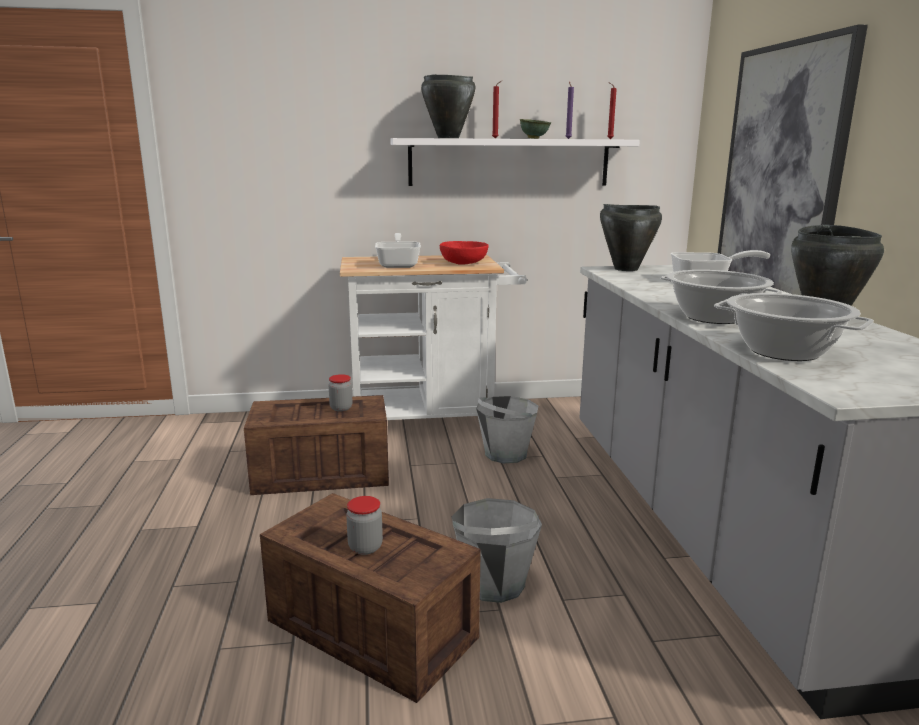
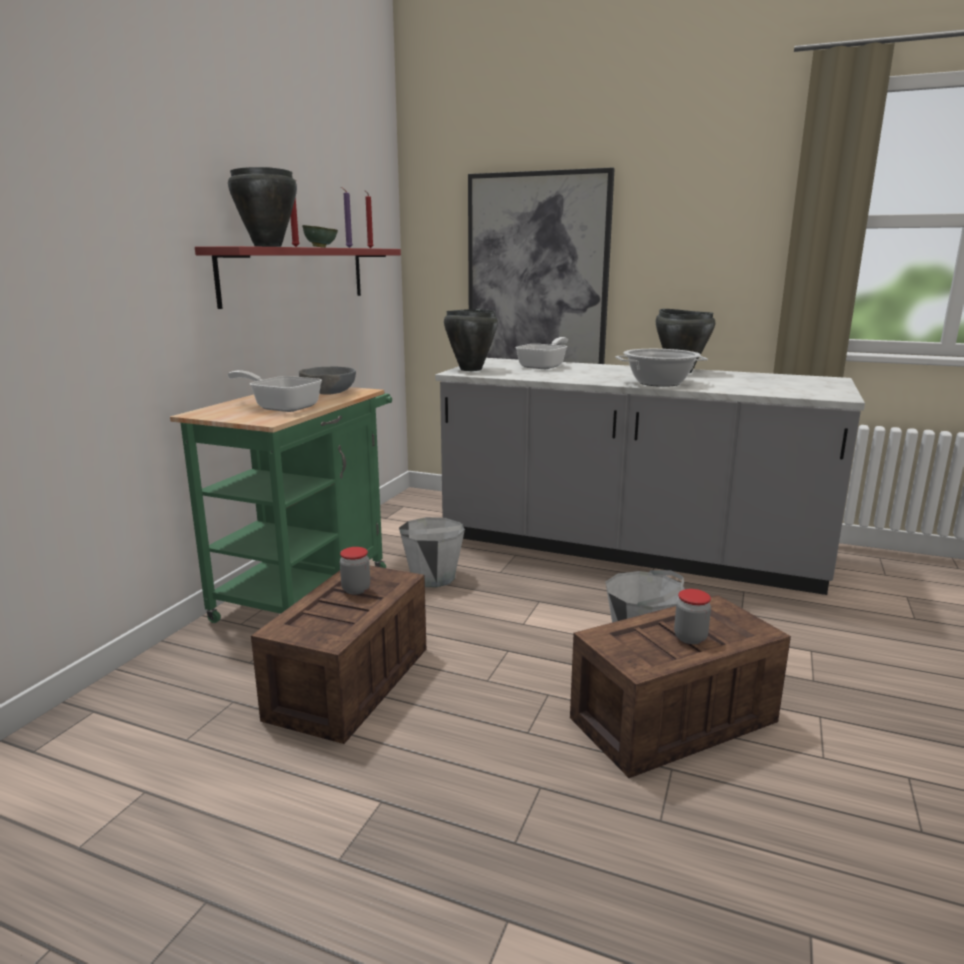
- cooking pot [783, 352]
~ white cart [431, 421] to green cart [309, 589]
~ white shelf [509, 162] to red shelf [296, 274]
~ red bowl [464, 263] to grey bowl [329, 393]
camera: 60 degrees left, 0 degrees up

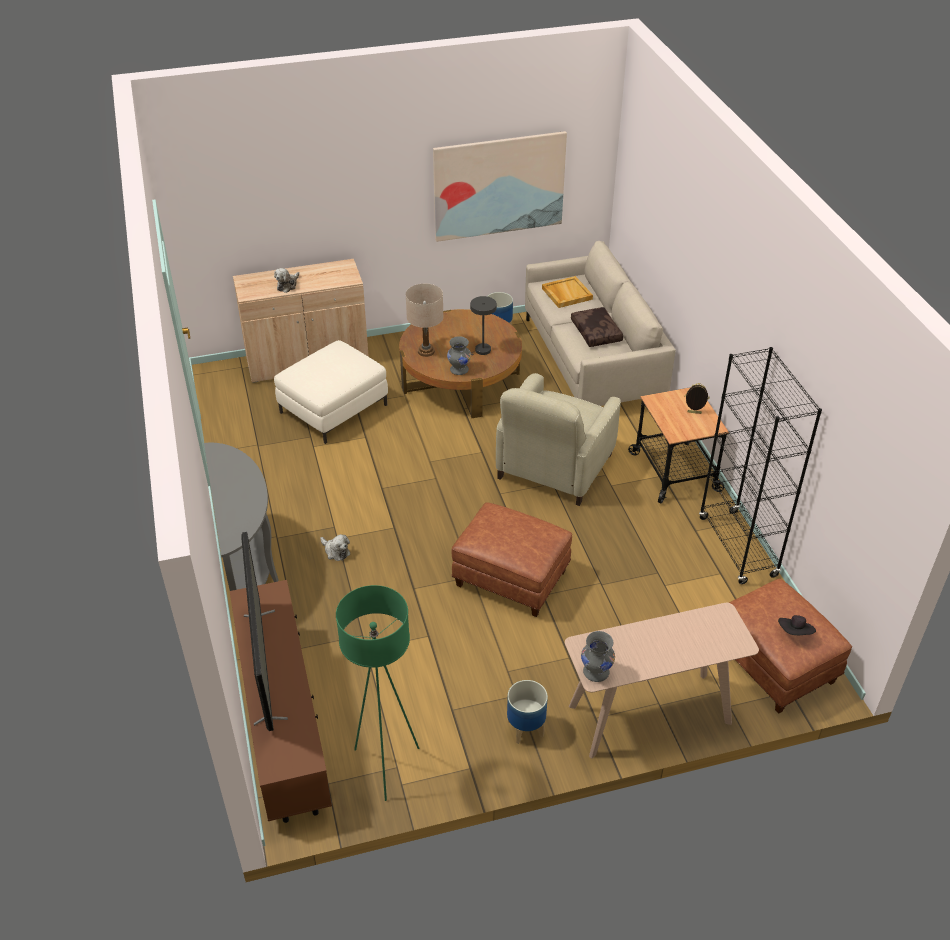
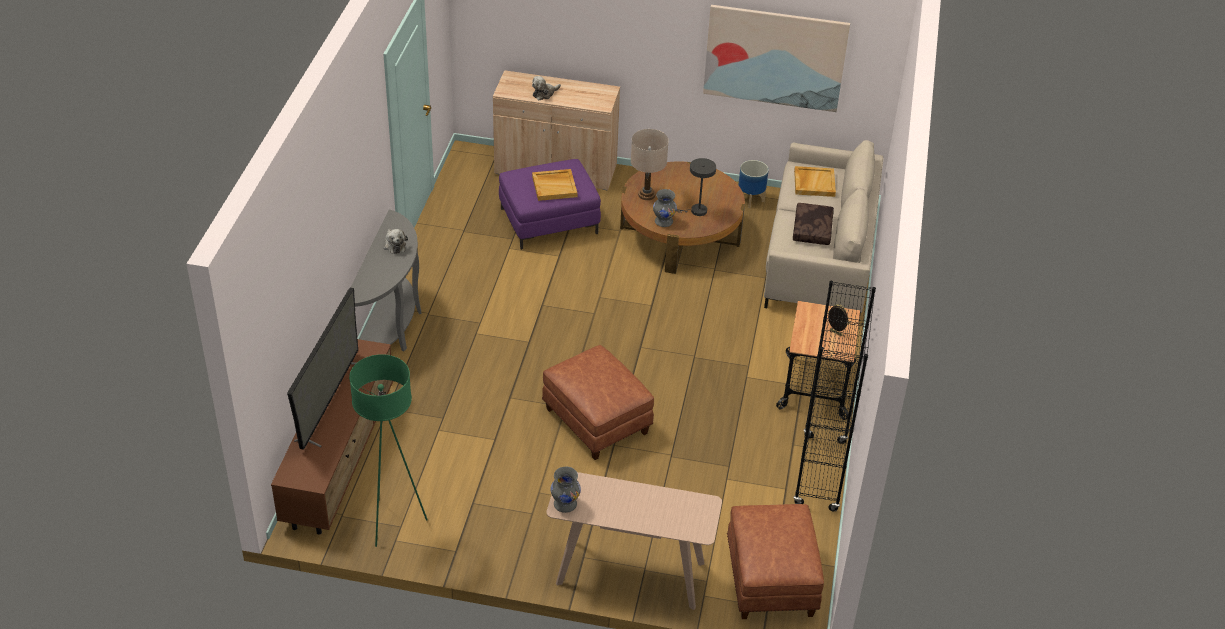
- beige armchair [554, 467]
- planter [525, 729]
- black hat [795, 632]
+ beige tray [554, 186]
~ plush toy [336, 551] to [394, 245]
~ white ottoman [334, 408] to purple ottoman [549, 221]
camera: 25 degrees right, 0 degrees up

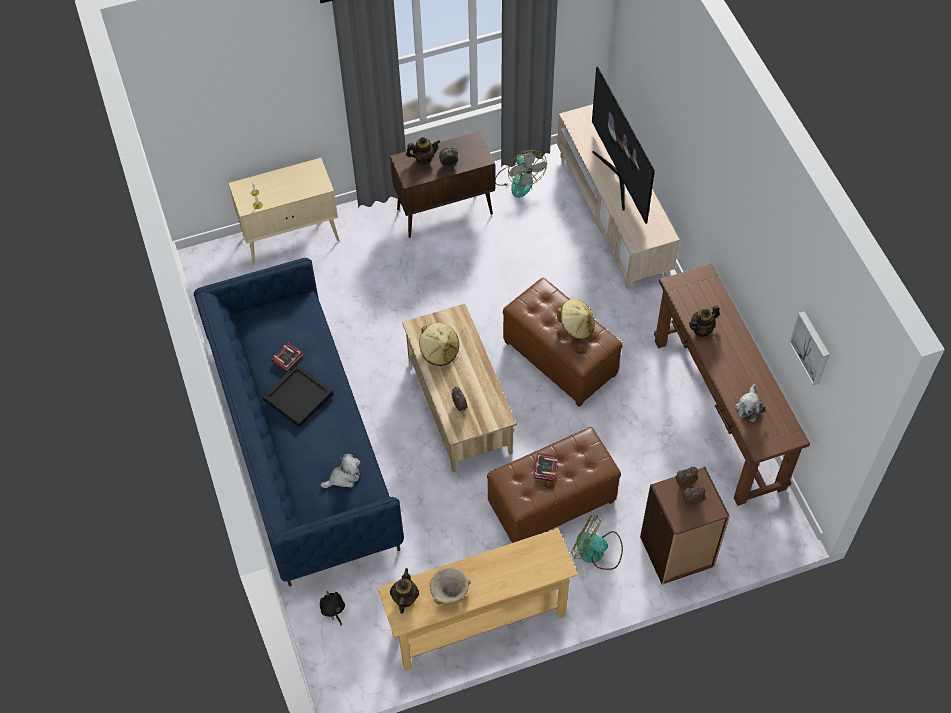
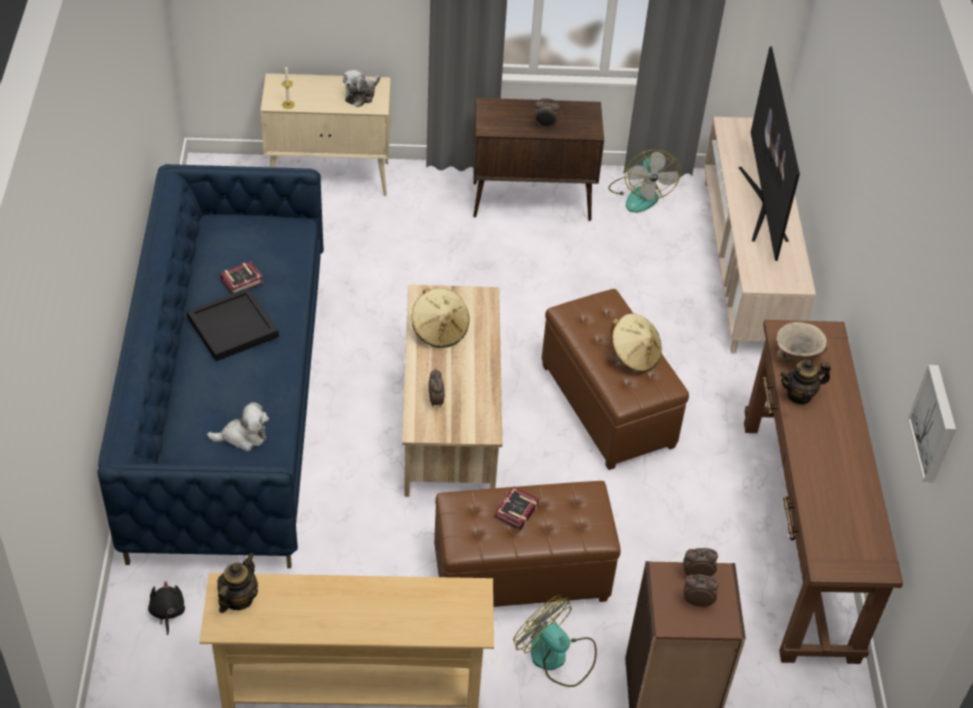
- teapot [423, 158]
~ beige bowl [449, 592] to [796, 356]
~ plush toy [749, 407] to [361, 94]
camera: 15 degrees right, 10 degrees down

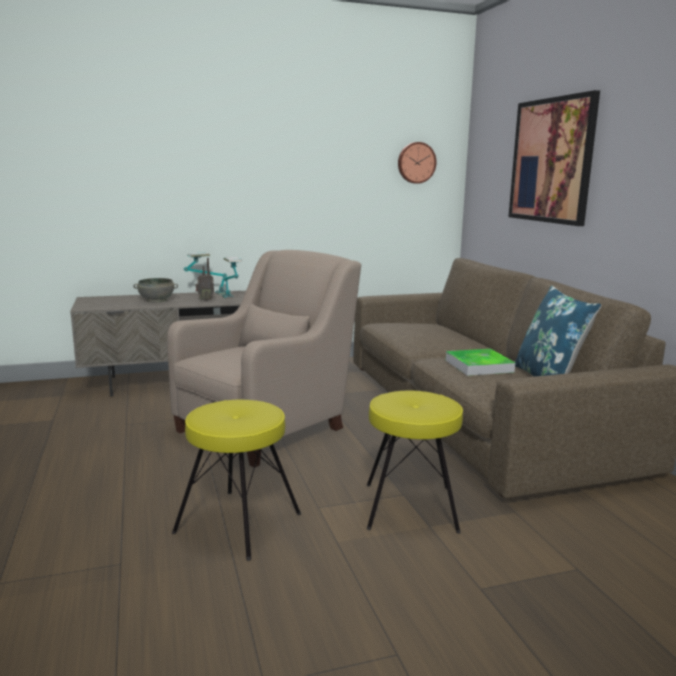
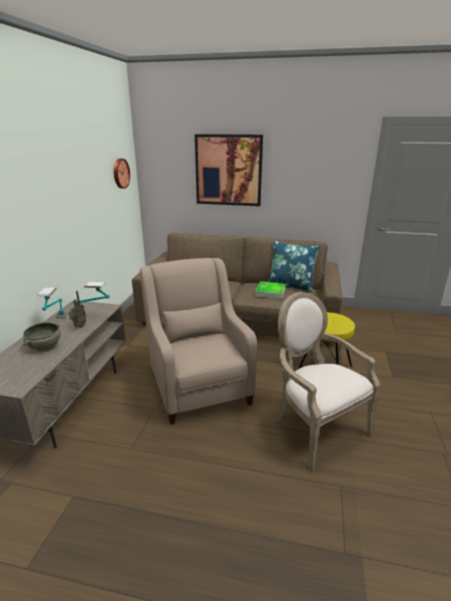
~ yellow stool [239, 523] to armchair [314, 427]
camera: 60 degrees left, 10 degrees up

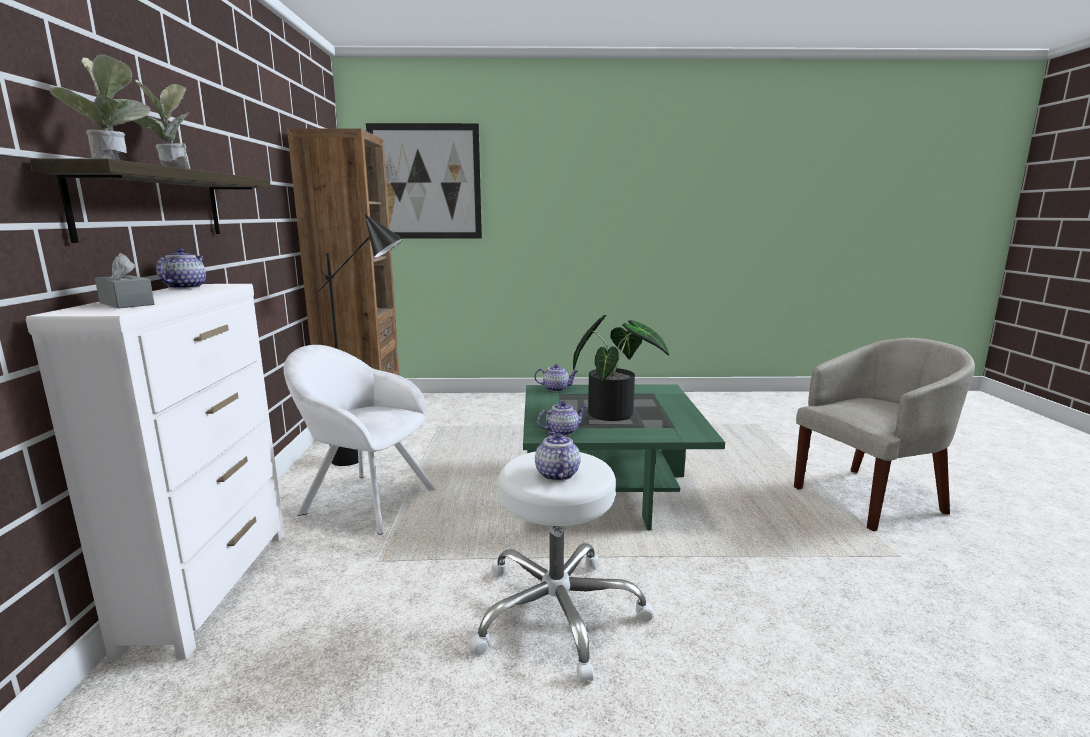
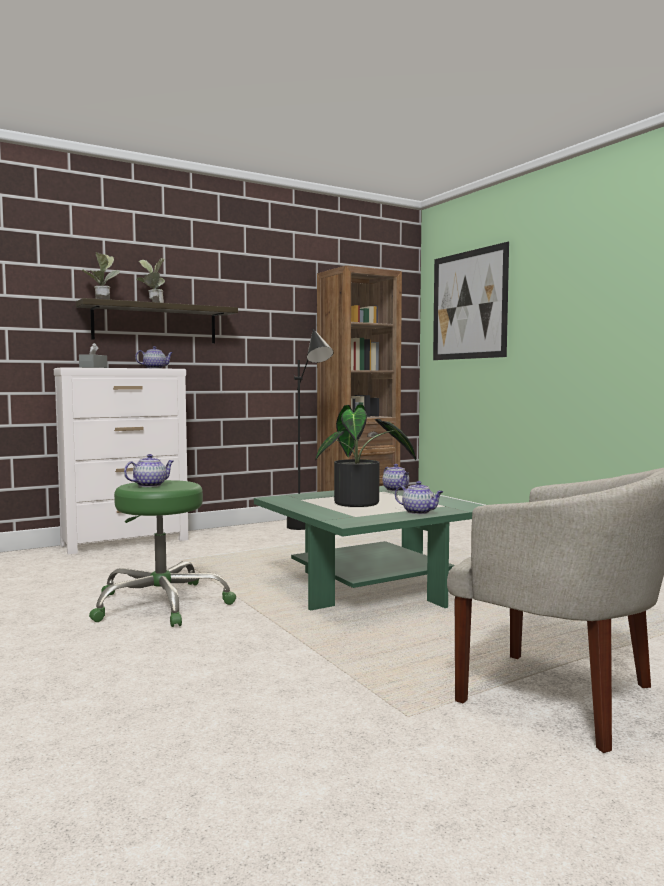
- white armchair [364, 500]
~ teapot [562, 431] to [419, 512]
~ white stool [557, 612] to green stool [161, 604]
camera: 60 degrees right, 10 degrees down

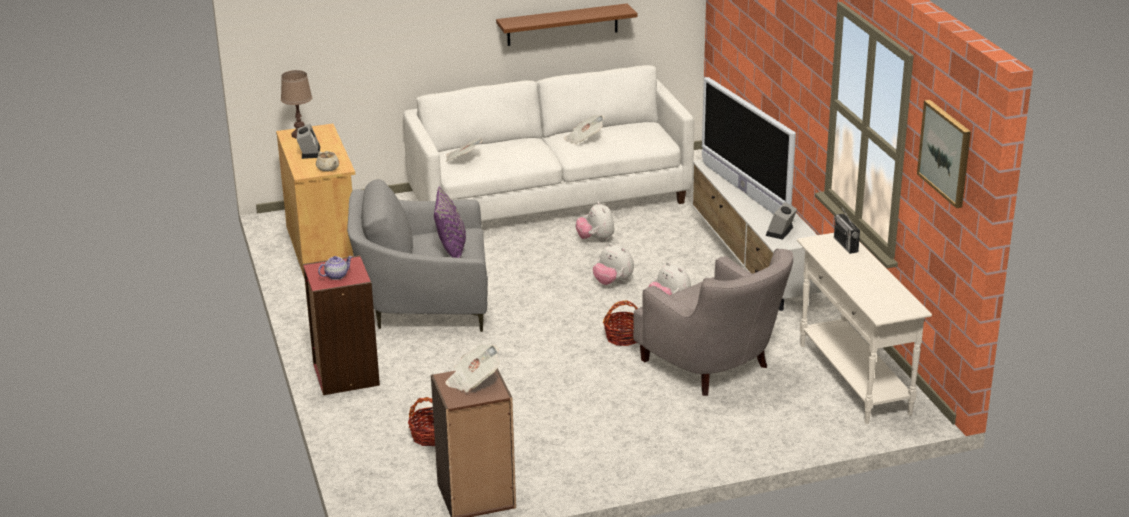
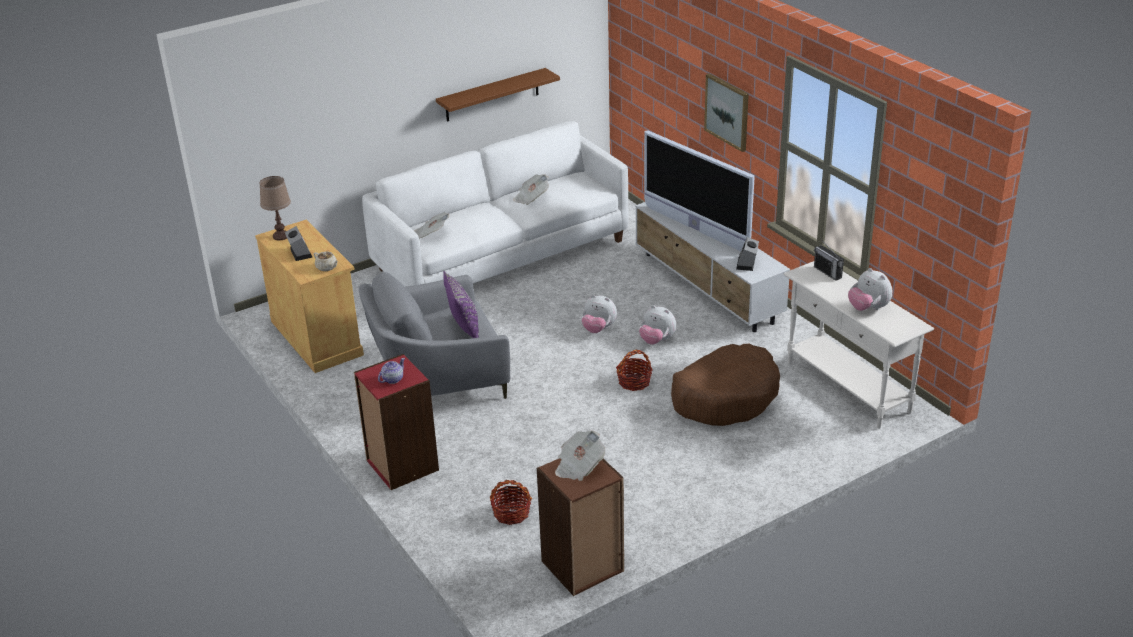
~ plush toy [596, 239] to [868, 308]
~ picture [945, 153] to [727, 111]
~ grey armchair [713, 367] to brown dog bed [725, 397]
camera: 15 degrees left, 5 degrees up

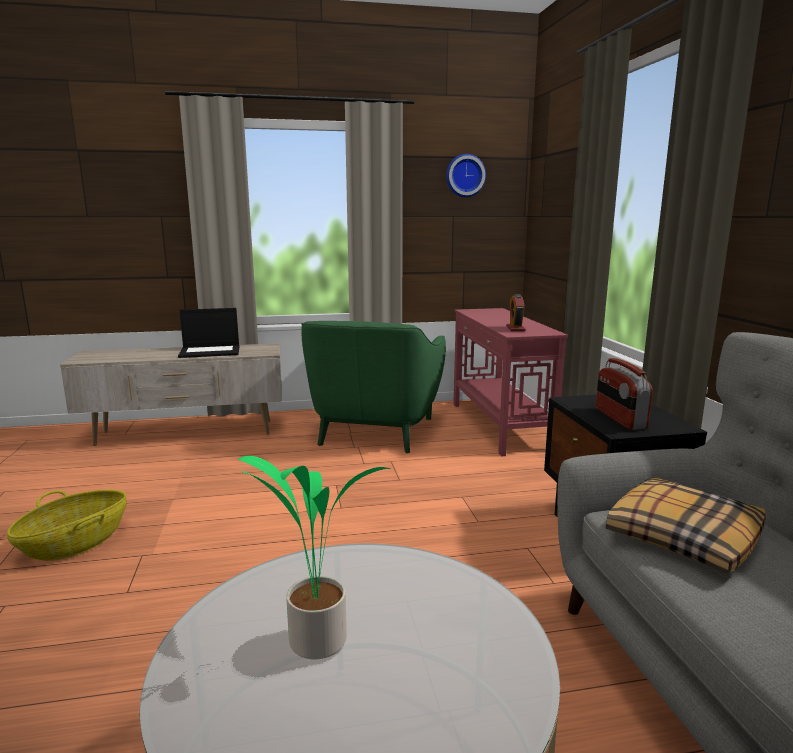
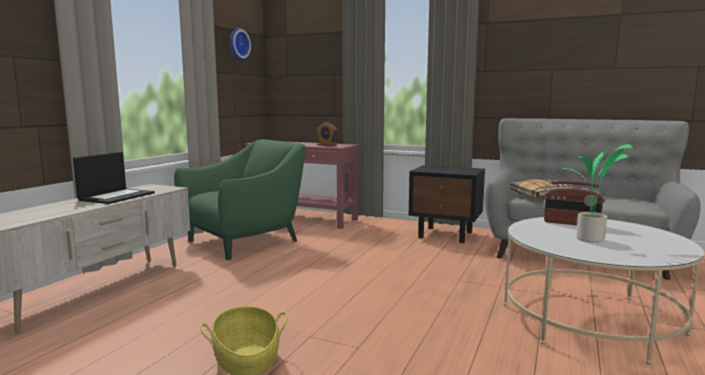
~ radio [619, 418] to [571, 223]
~ green armchair [374, 431] = [245, 241] 90 degrees counterclockwise
camera: 55 degrees left, 5 degrees down

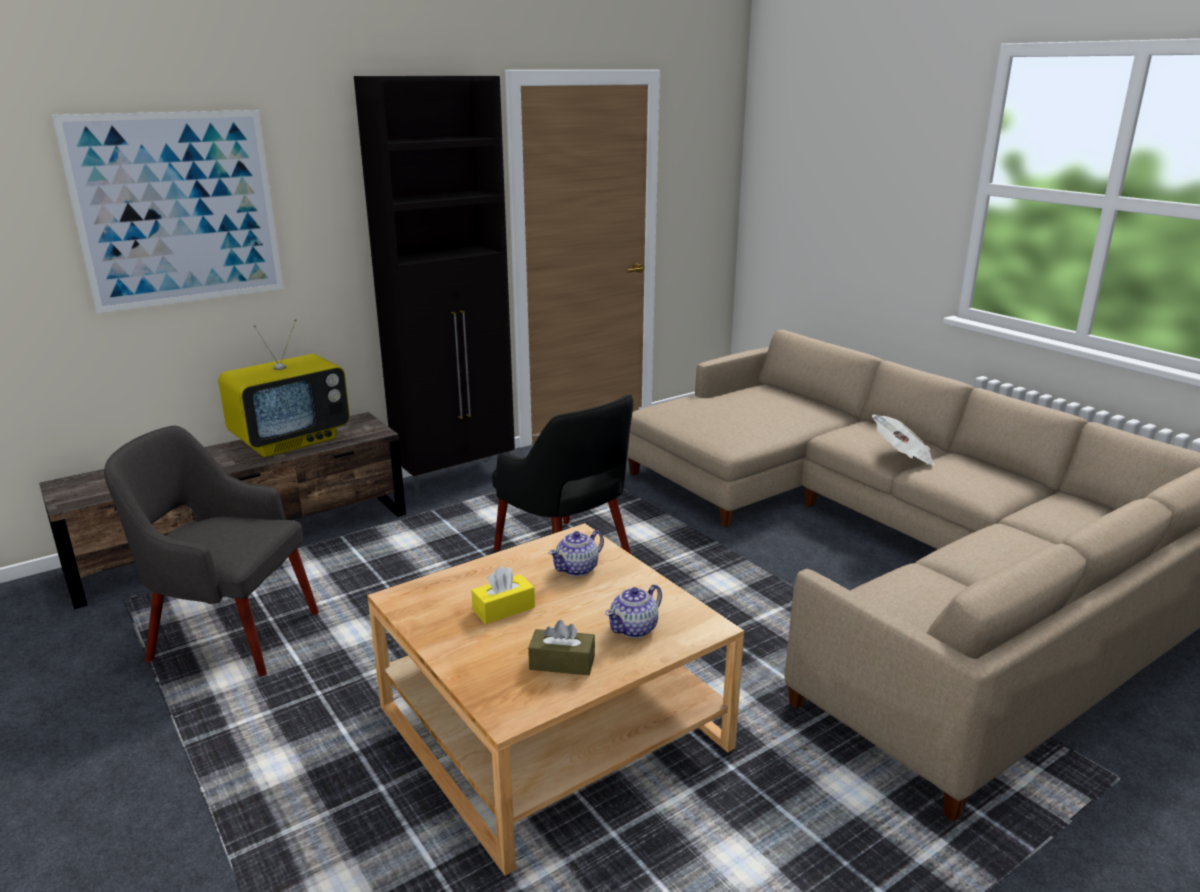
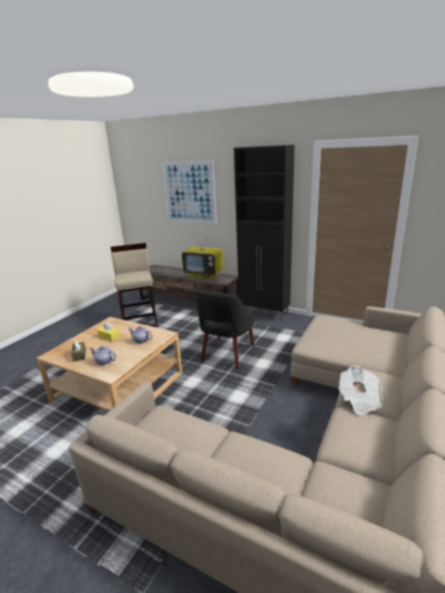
~ grey armchair [232, 636] to beige stool [140, 321]
camera: 65 degrees right, 0 degrees up

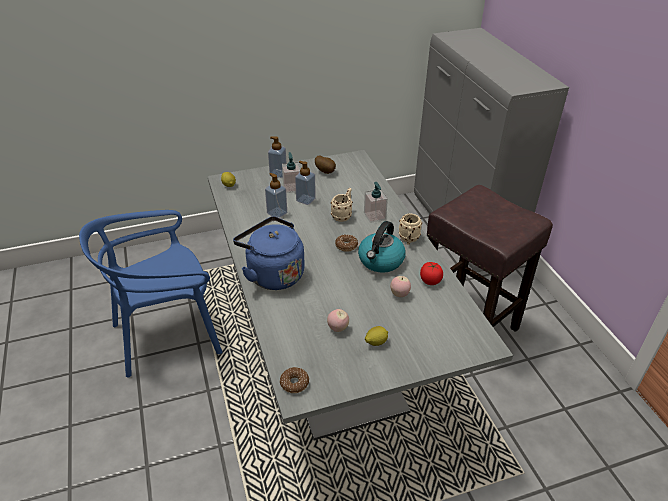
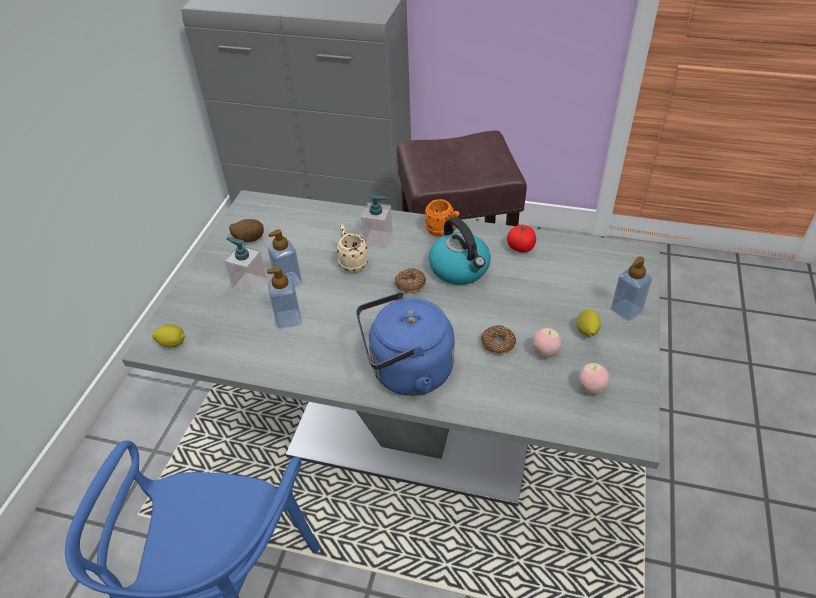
~ soap dispenser [278, 173] to [626, 310]
~ donut [294, 383] to [497, 344]
~ apple [399, 294] to [591, 388]
~ beige mug [408, 240] to orange mug [443, 232]
camera: 55 degrees left, 5 degrees up

